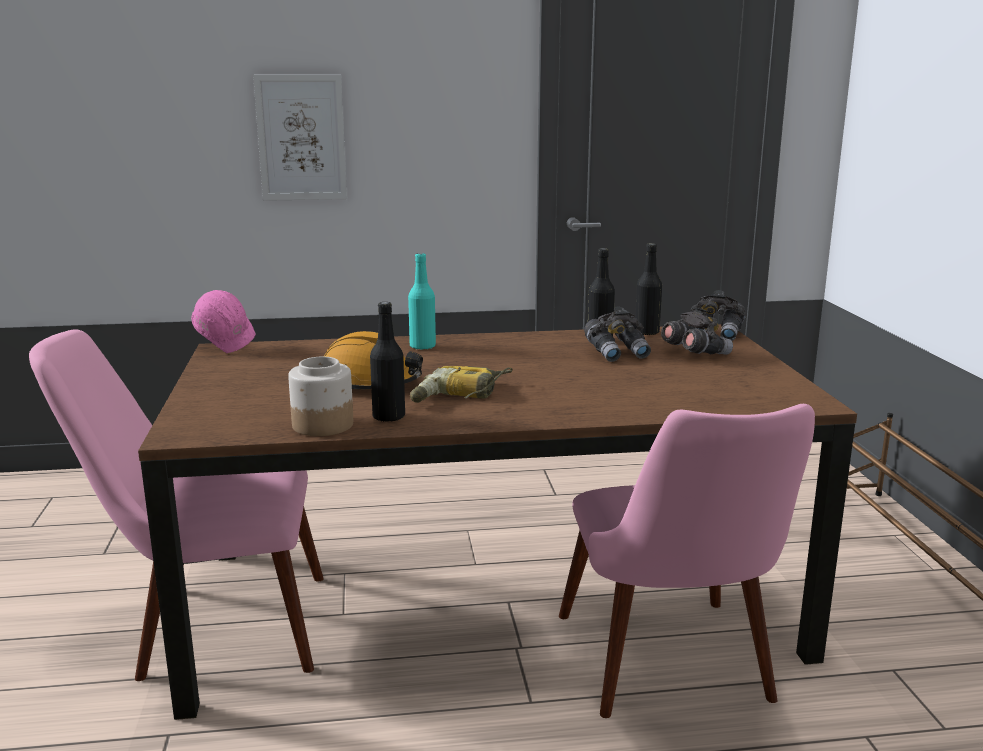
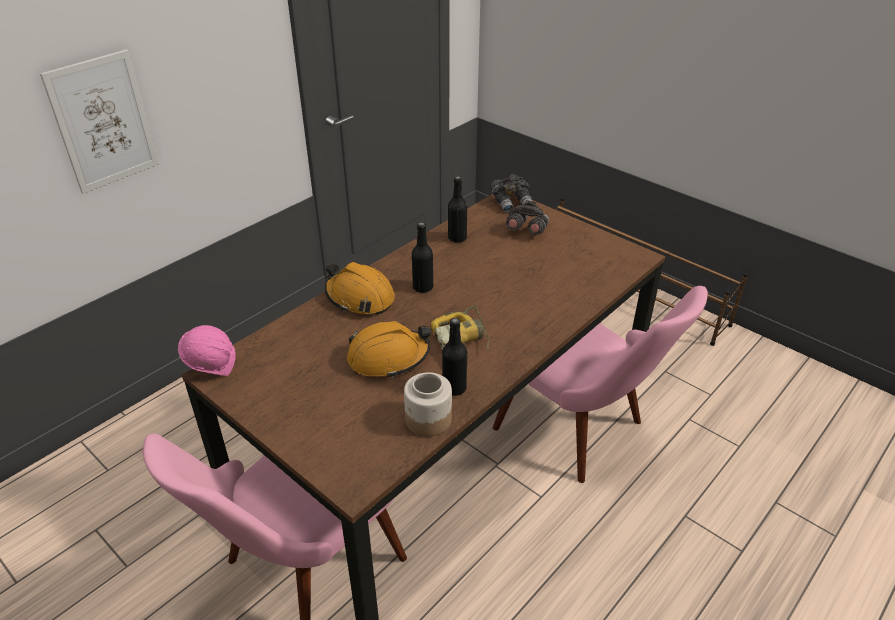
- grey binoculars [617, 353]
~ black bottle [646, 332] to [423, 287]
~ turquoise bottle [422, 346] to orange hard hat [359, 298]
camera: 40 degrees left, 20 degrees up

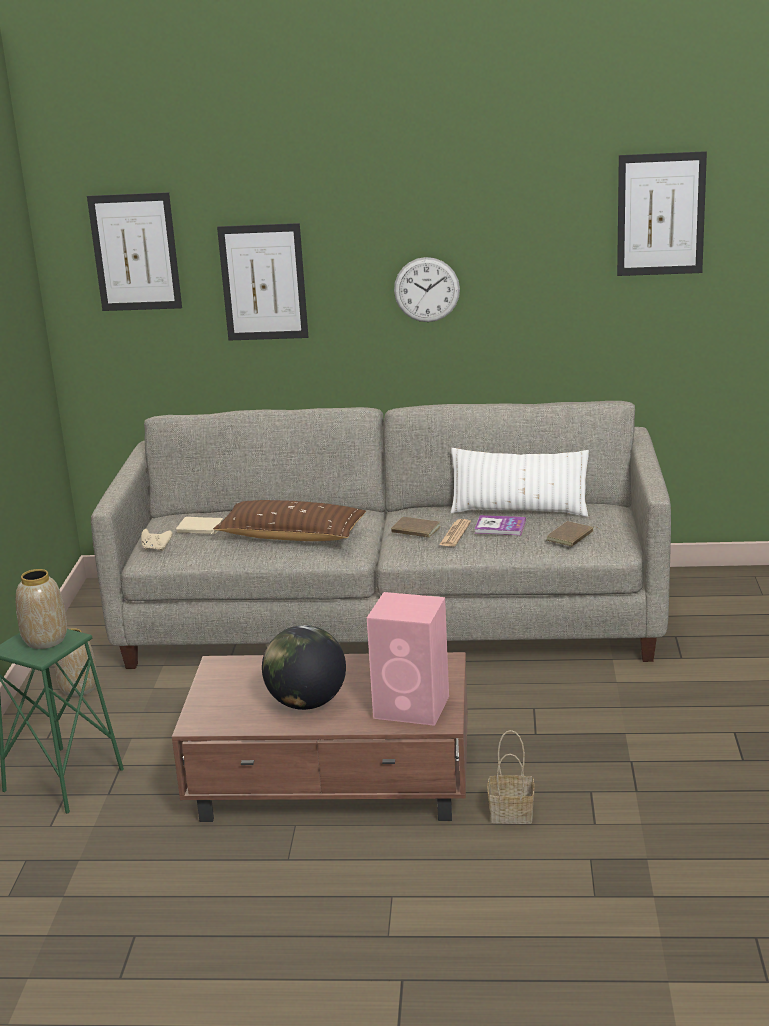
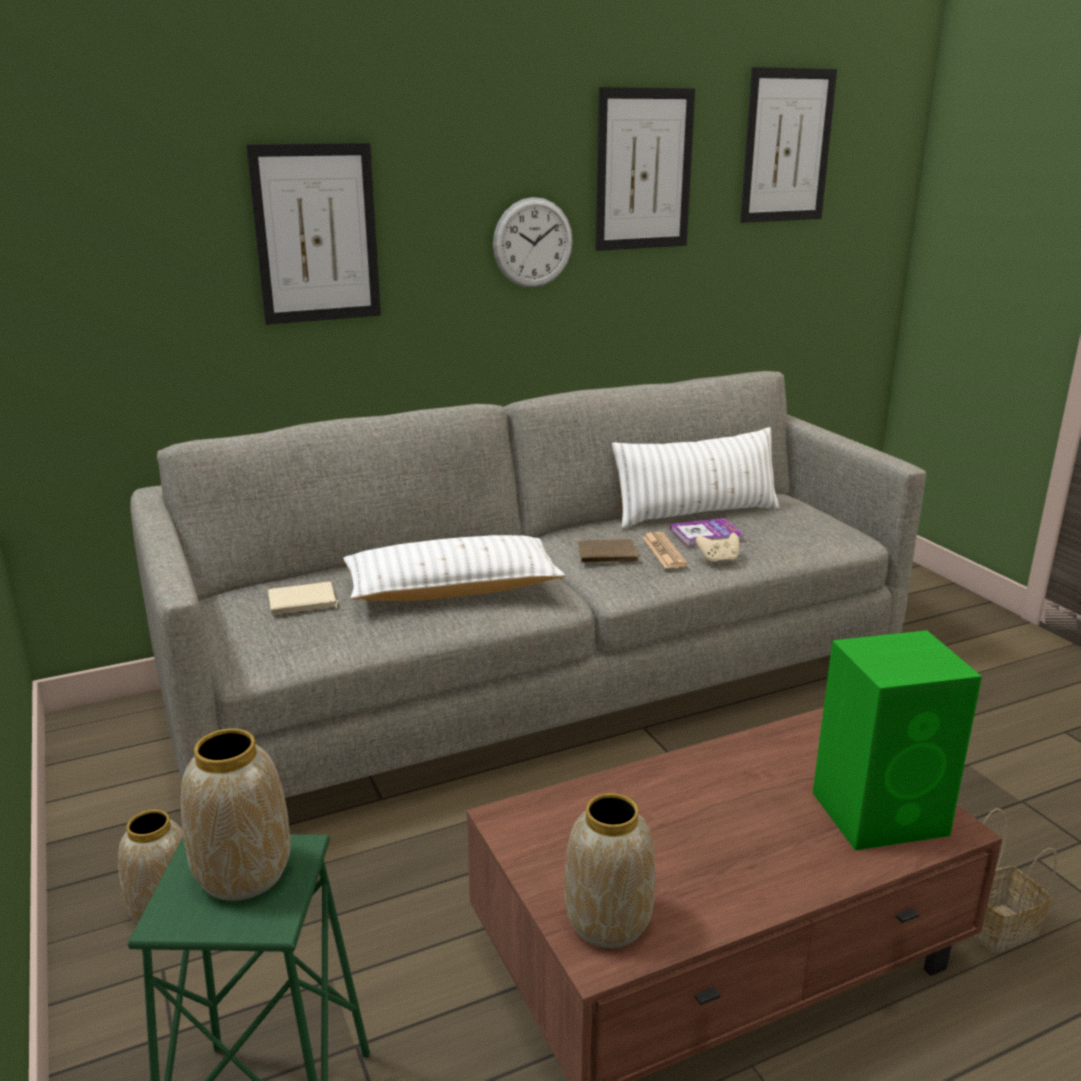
- globe [307, 703]
- brown book [571, 537]
+ vase [609, 922]
~ picture [135, 252] to [644, 170]
~ beige game controller [156, 548] to [718, 560]
~ brown pillow [291, 535] to white pillow [452, 589]
~ pink speaker [413, 707] to green speaker [882, 813]
camera: 30 degrees left, 0 degrees up

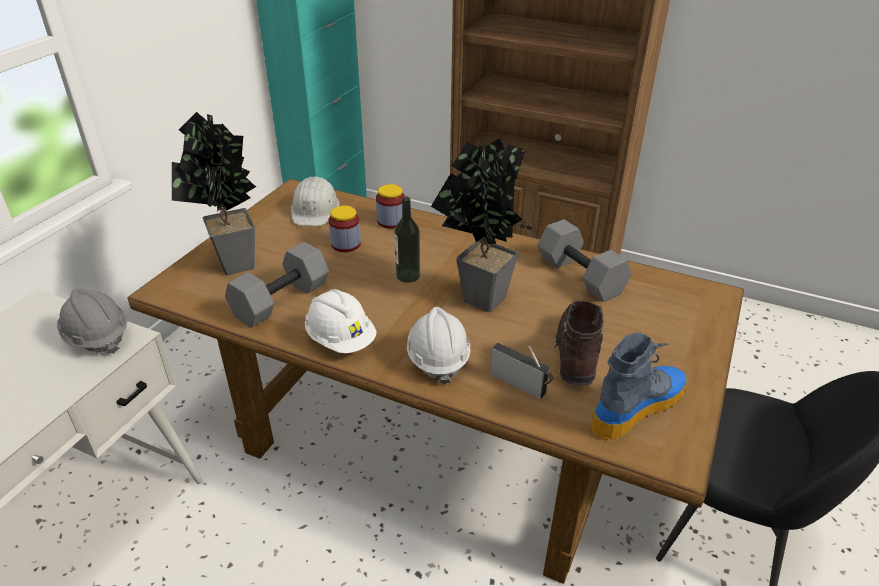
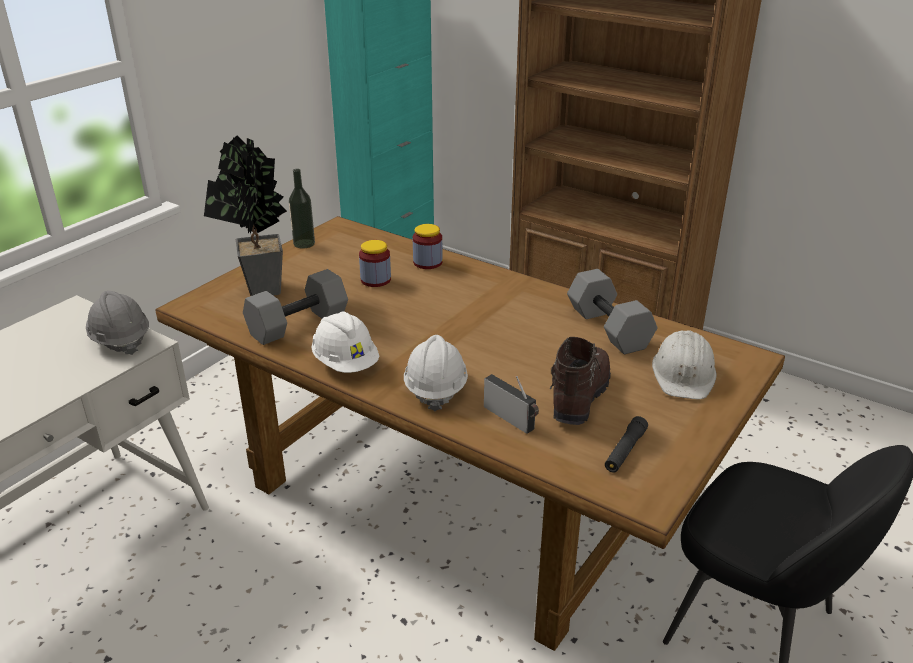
- potted plant [478, 301]
~ white hard hat [315, 209] to [684, 373]
~ bottle [408, 275] to [304, 243]
~ boot [637, 407] to black flashlight [625, 451]
camera: 10 degrees right, 5 degrees down

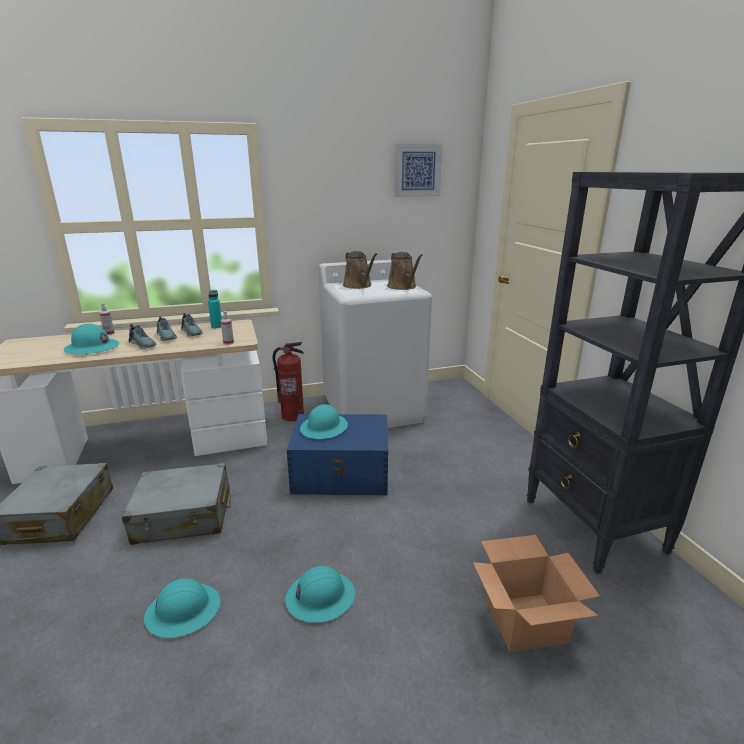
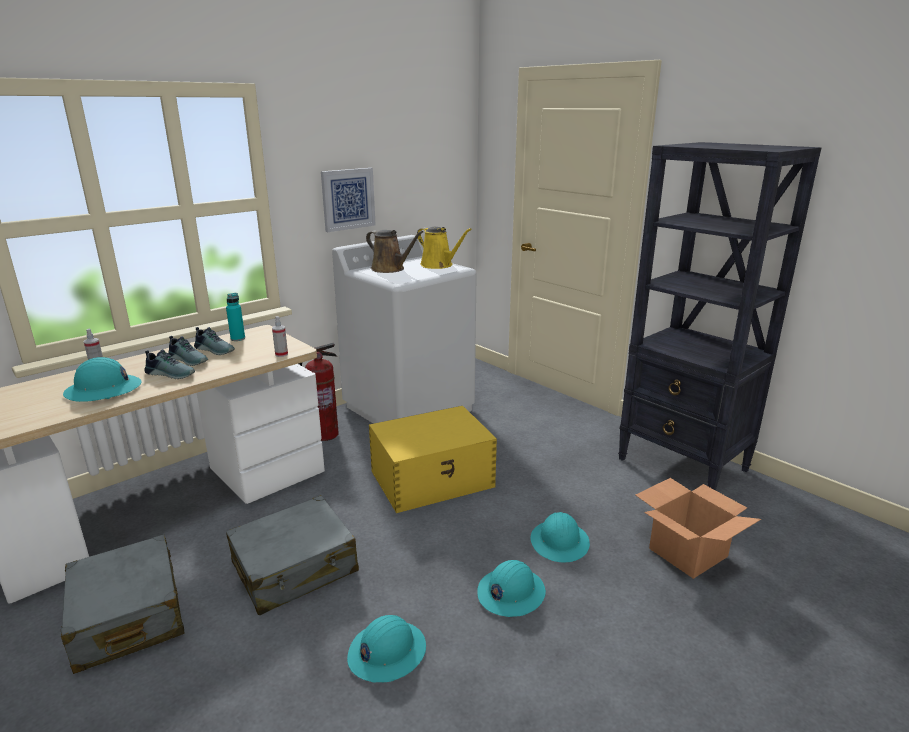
~ turquoise hard hat [324, 428] to [560, 542]
~ picture [417, 170] to [348, 199]
~ blue storage box [342, 473] to yellow storage box [433, 479]
~ brown watering can [403, 287] to yellow watering can [439, 265]
camera: 25 degrees left, 0 degrees up

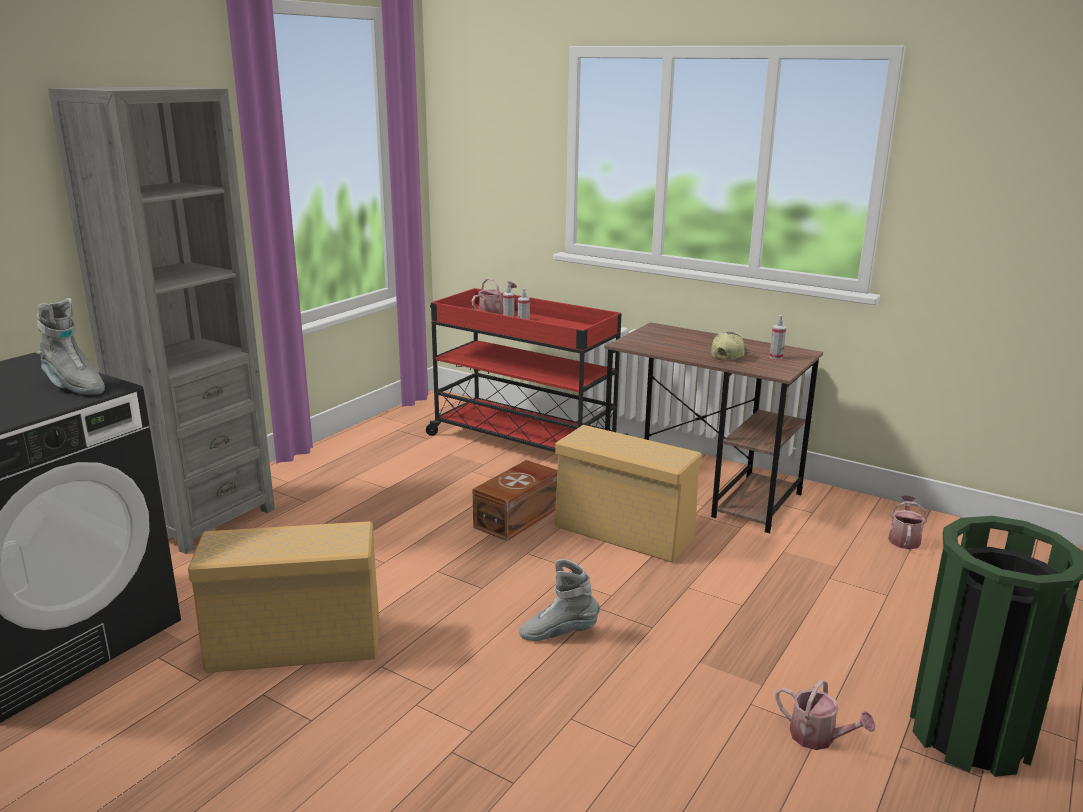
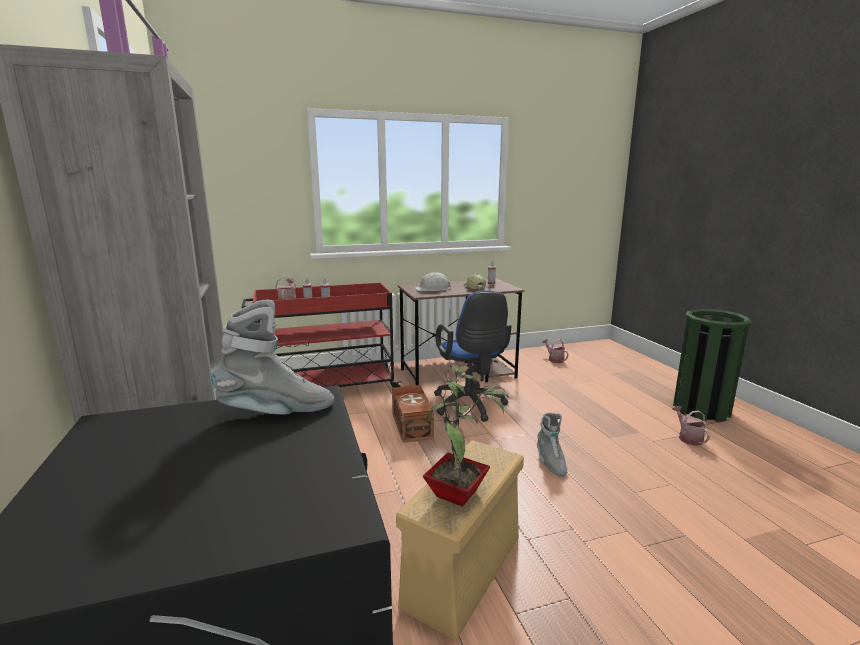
+ white hard hat [433, 289]
+ potted plant [459, 495]
~ beige storage box [621, 532] to blue office chair [470, 406]
~ grey boot [558, 633] = [550, 463] 45 degrees counterclockwise
~ watering can [818, 738] = [688, 438] 90 degrees counterclockwise
camera: 50 degrees left, 5 degrees down

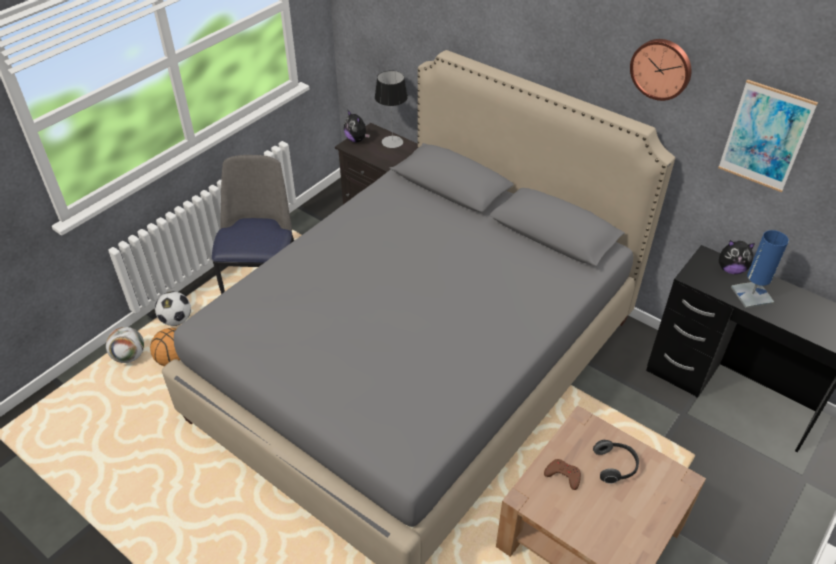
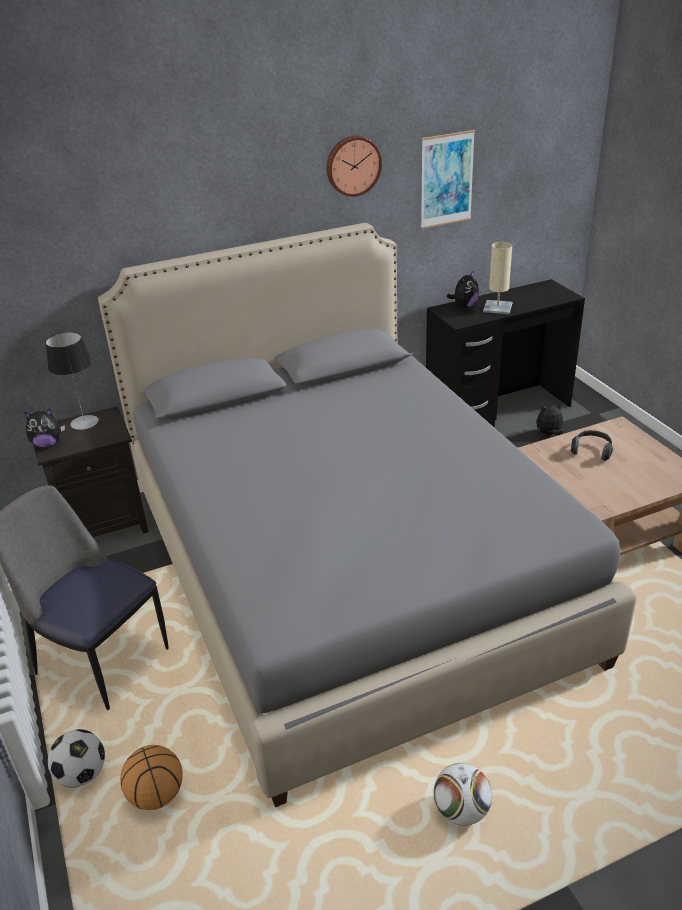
- brown game controller [563, 475]
+ plush toy [549, 434]
~ football [129, 356] to [461, 810]
~ blue table lamp [751, 295] to beige table lamp [497, 308]
camera: 60 degrees left, 10 degrees down

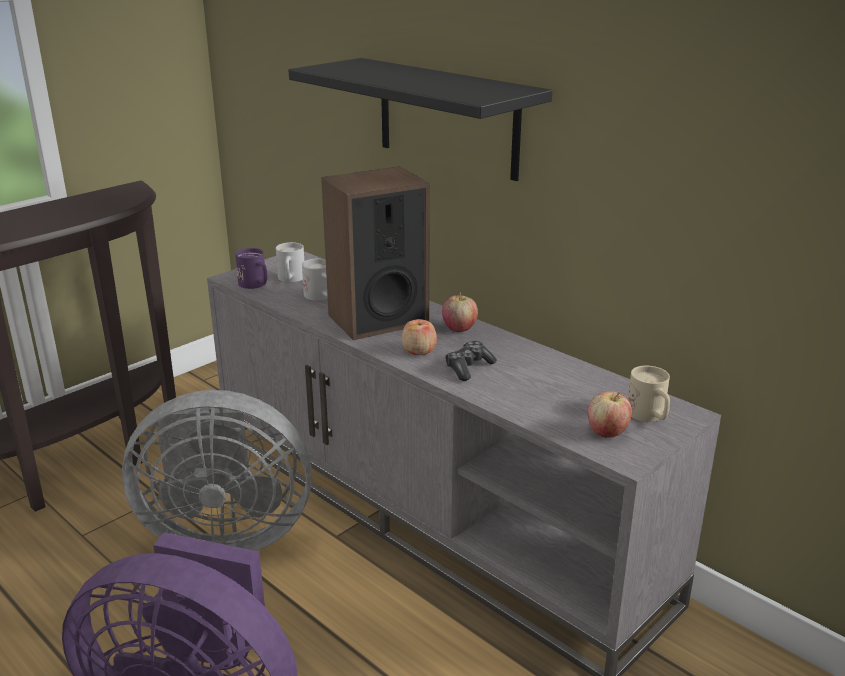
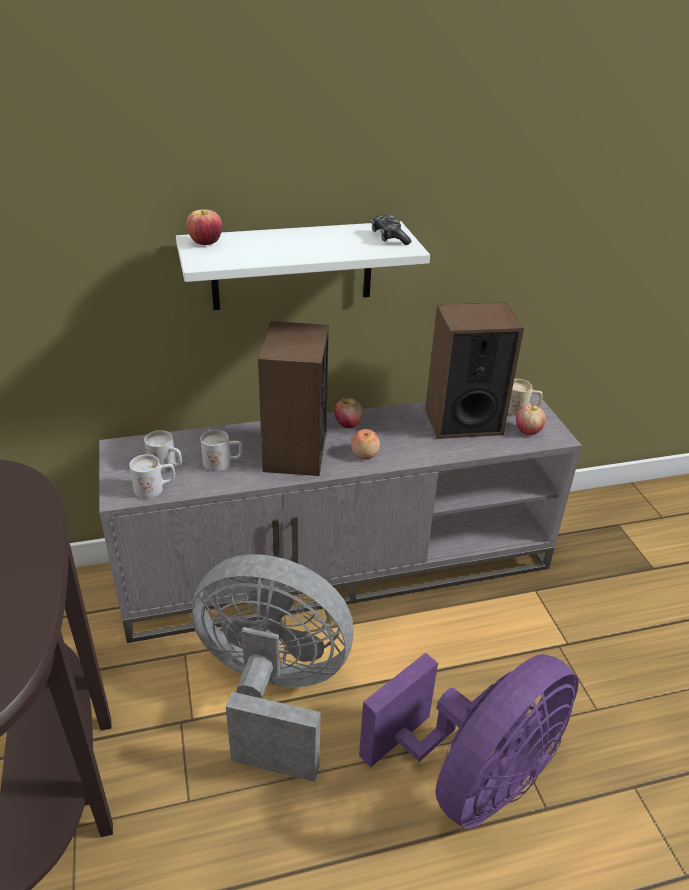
+ apple [205, 243]
+ speaker [463, 421]
~ game controller [468, 368] to [389, 238]
~ purple mug [256, 285] to white mug [155, 488]
~ black shelf [447, 118] to white shelf [292, 266]
~ grey fan [224, 534] = [273, 693] 105 degrees counterclockwise
camera: 60 degrees left, 10 degrees up

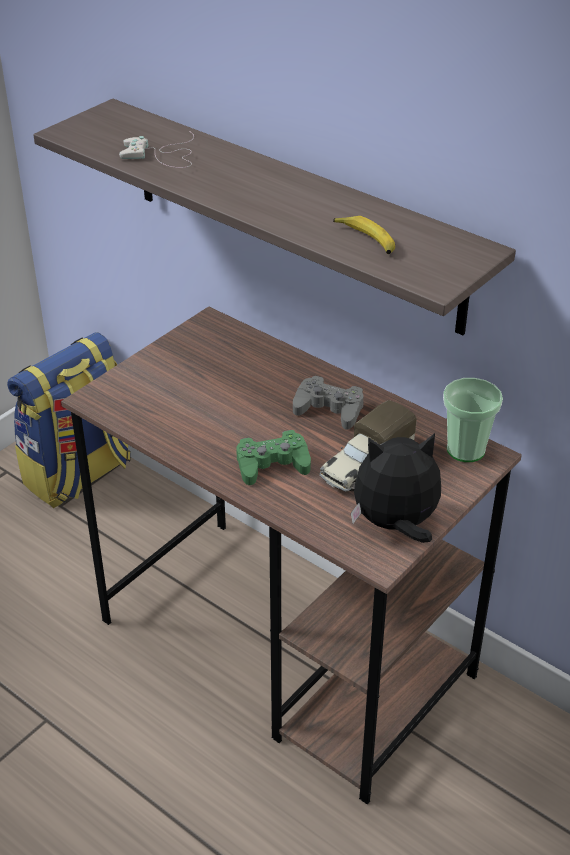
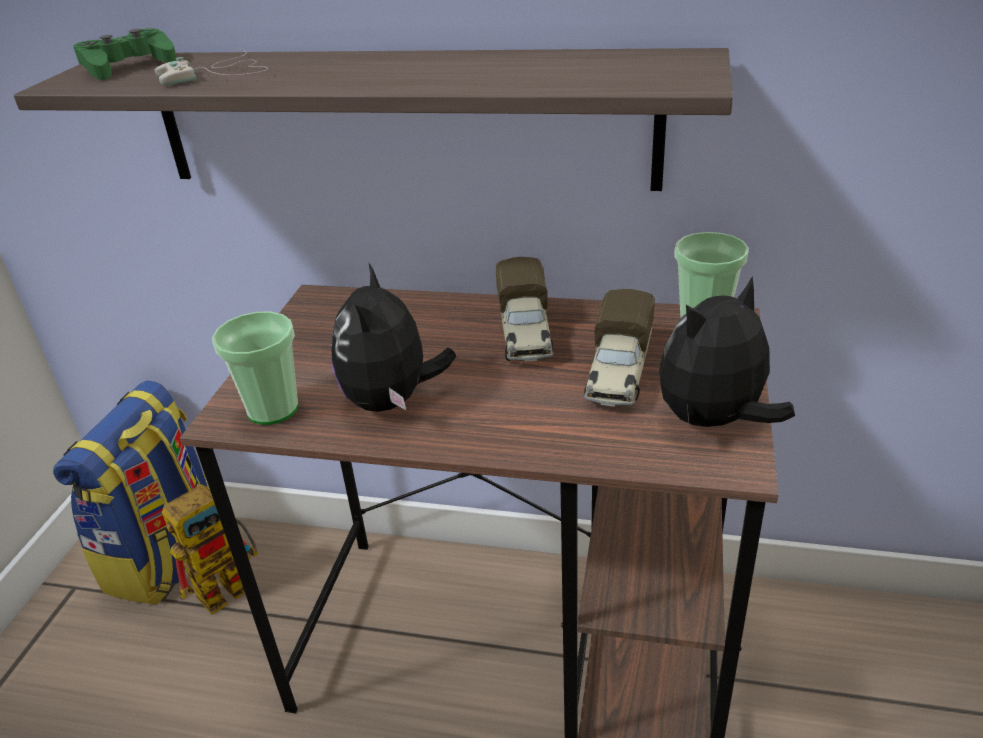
- banana [366, 240]
+ toy robot [231, 583]
+ cup [272, 409]
+ plush toy [392, 401]
~ green game controller [272, 464] to [128, 66]
~ grey game controller [329, 409] to toy truck [525, 334]
camera: 25 degrees left, 5 degrees down

